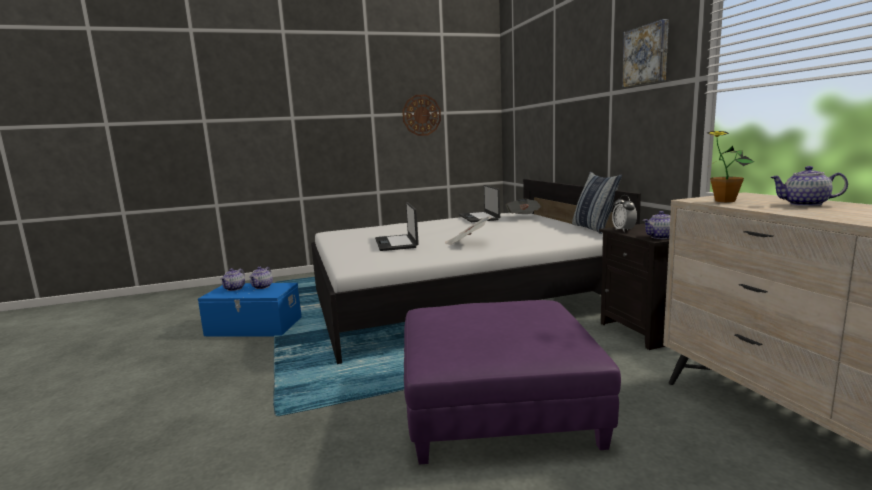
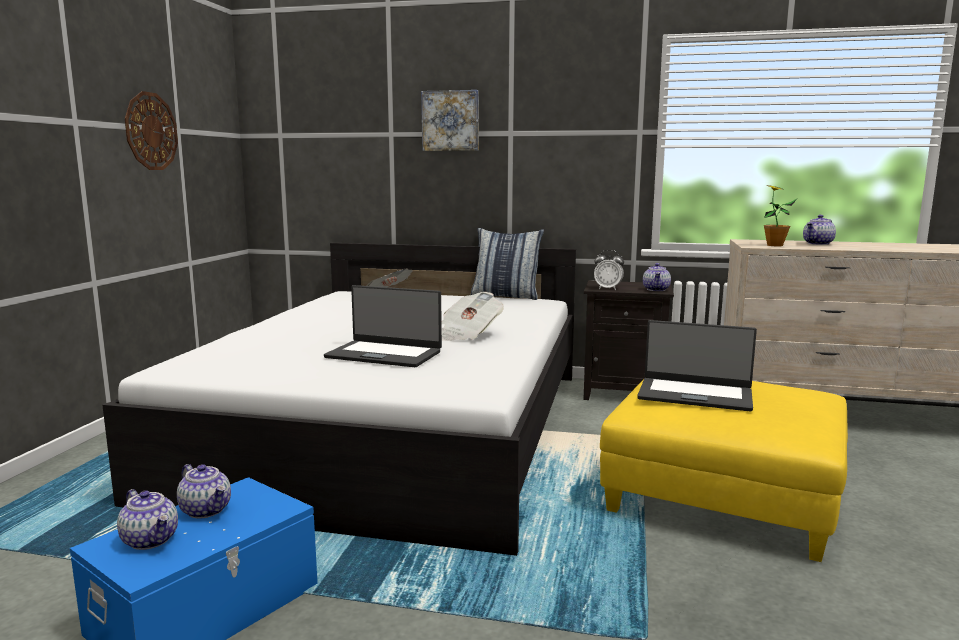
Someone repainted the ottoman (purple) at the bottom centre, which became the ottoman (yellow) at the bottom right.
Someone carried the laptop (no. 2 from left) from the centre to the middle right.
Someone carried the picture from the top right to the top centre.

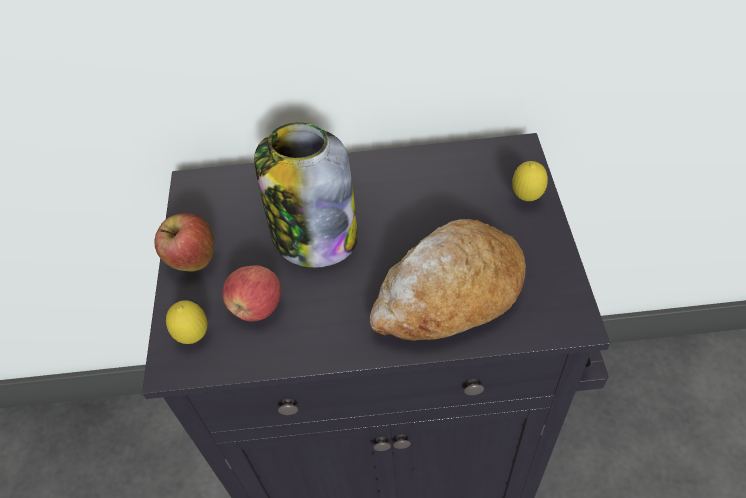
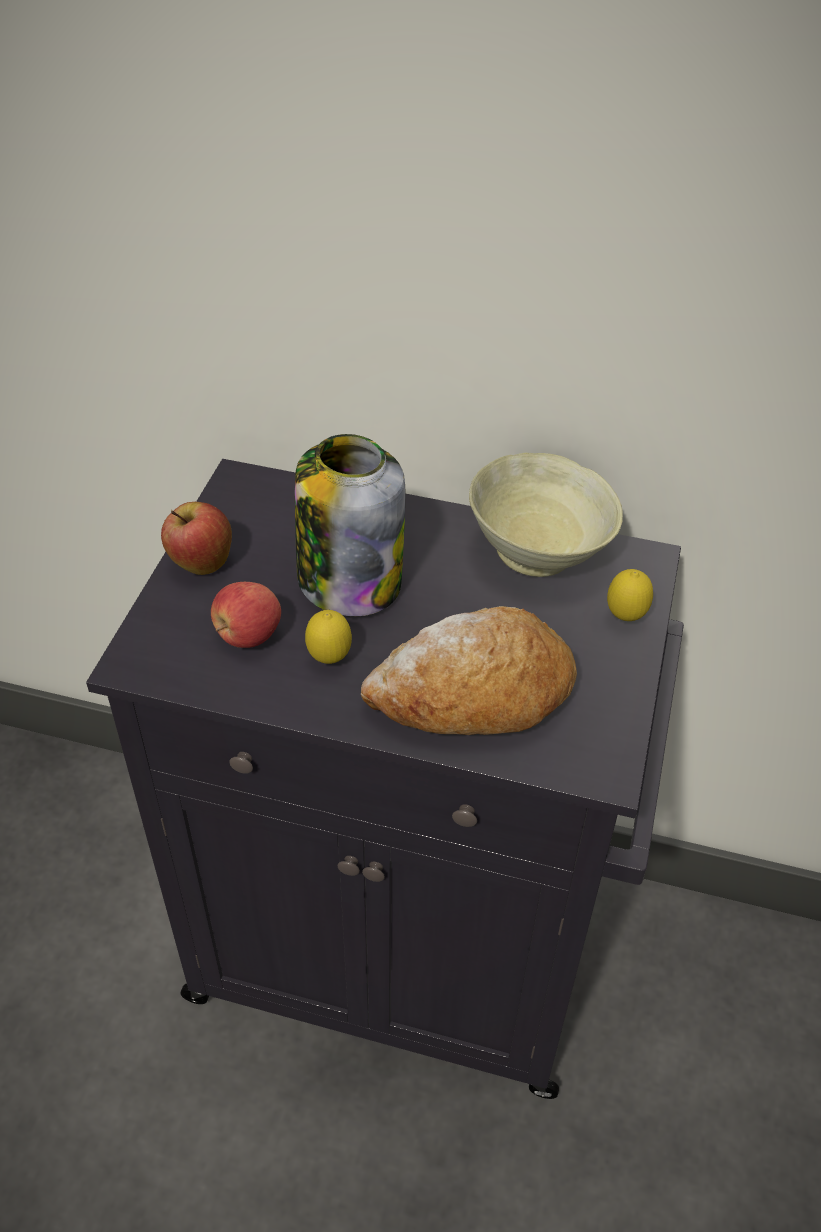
Someone carried the lemon (no. 1 from left) from the middle left to the centre.
Someone put down the bowl (beige) at the centre.

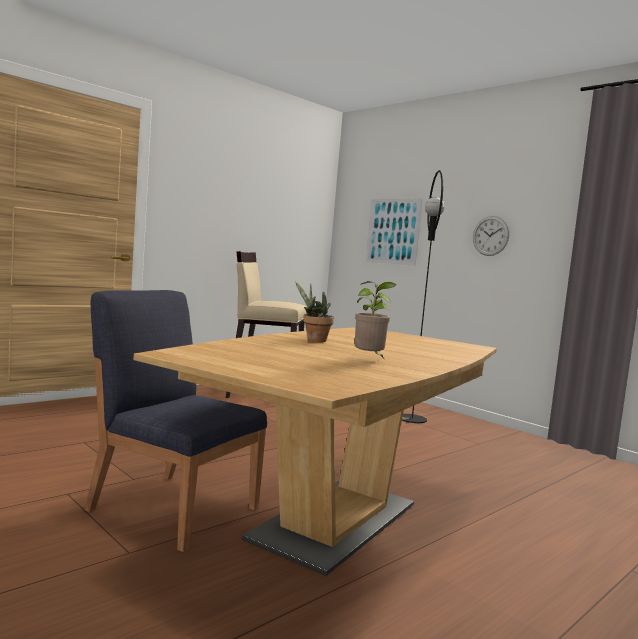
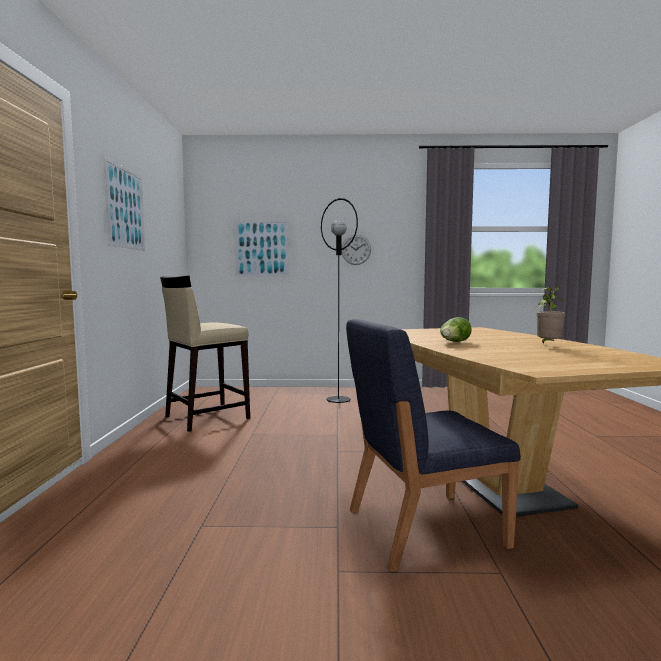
Someone swapped the potted plant (no. 1 from left) at the centre for the lettuce at the middle right.
Someone put up the picture (no. 1 from left) at the top left.

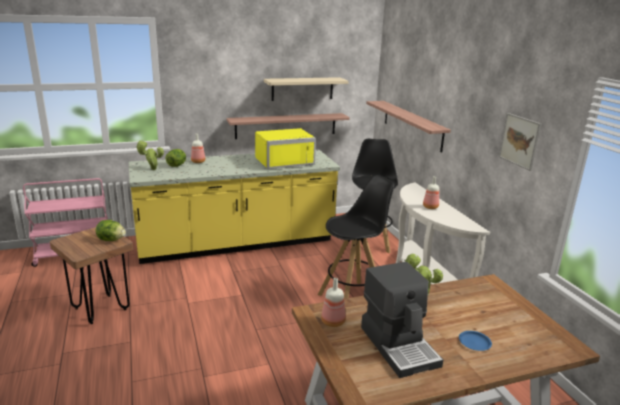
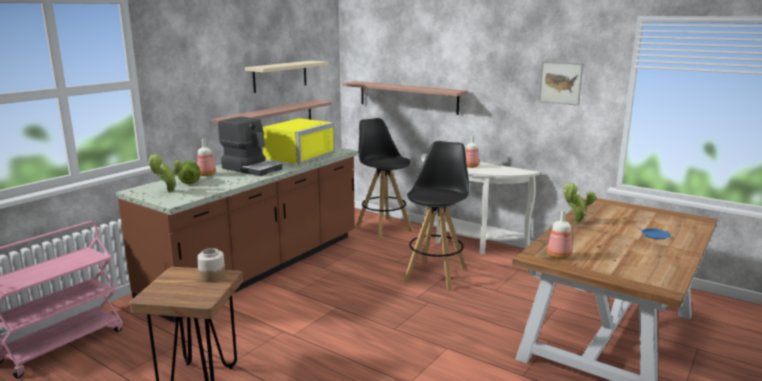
Someone swapped the lettuce (no. 1 from left) at the middle left for the jar at the bottom left.
Someone repainted the counter (yellow) at the centre, which became the counter (brown) at the middle left.
Someone carried the coffee machine from the bottom centre to the middle left.

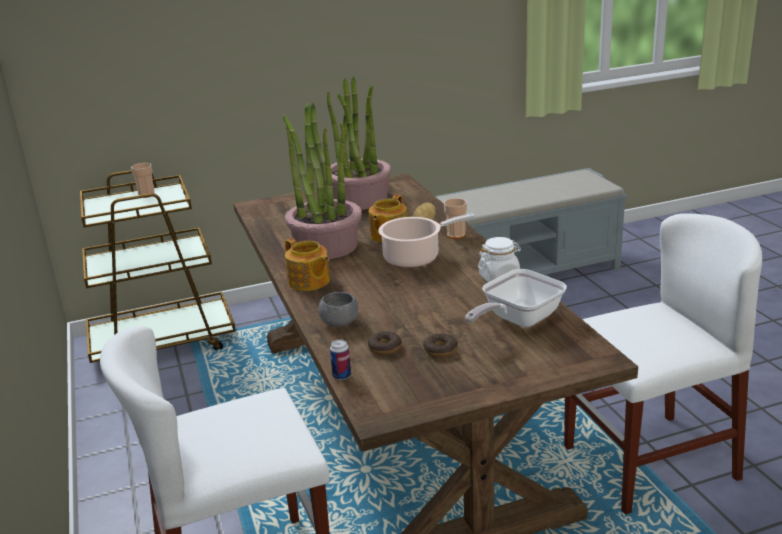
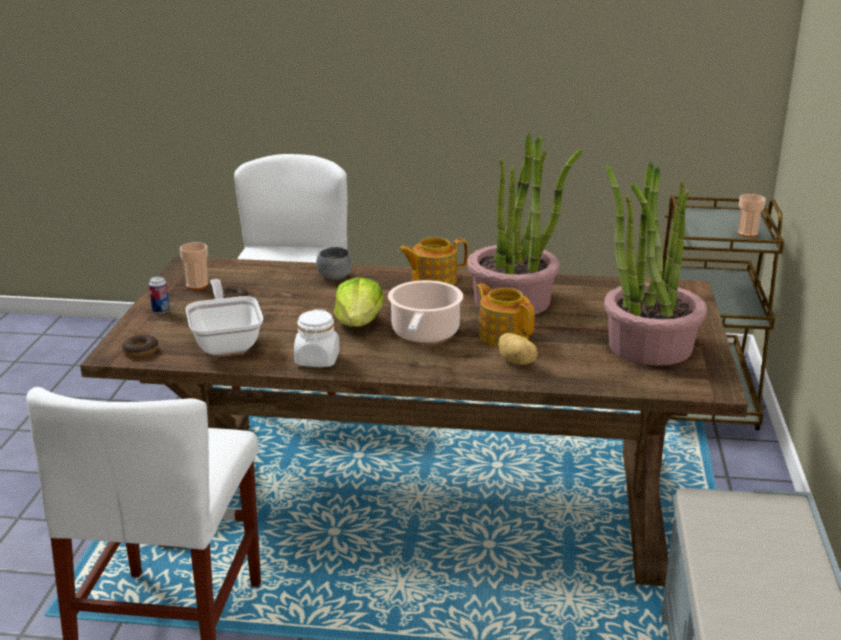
Someone carried the can from the bottom centre to the middle left.
Someone carried the donut (no. 1 from left) from the centre to the middle left.
Someone carried the cup (no. 2 from left in the first image) from the centre to the middle left.
Someone put down the lettuce at the centre.

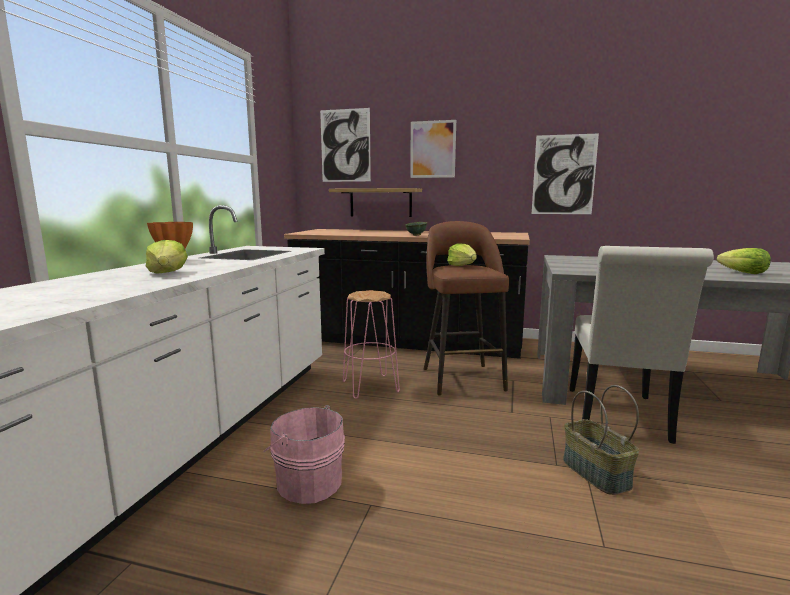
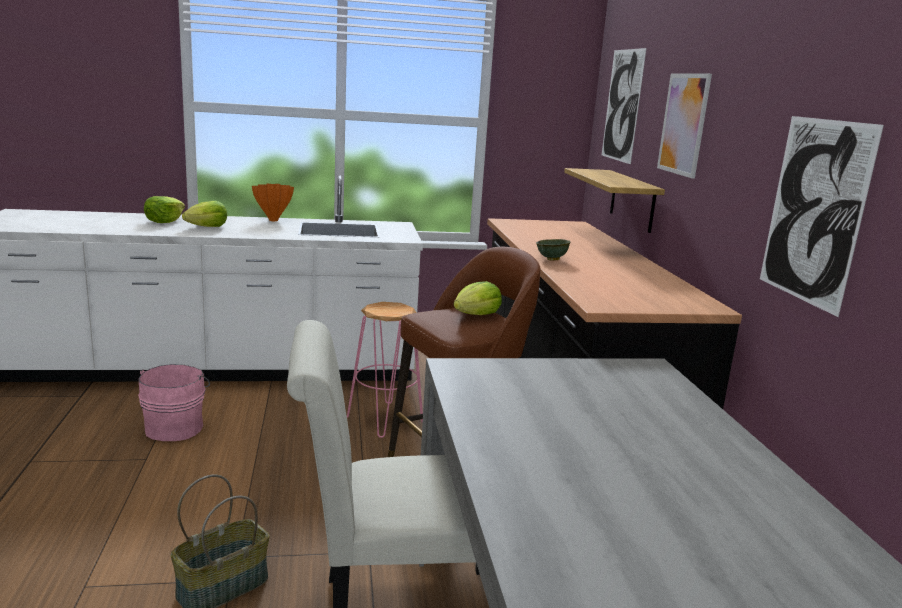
Someone carried the lettuce (no. 3 from left in the first image) from the middle right to the middle left.

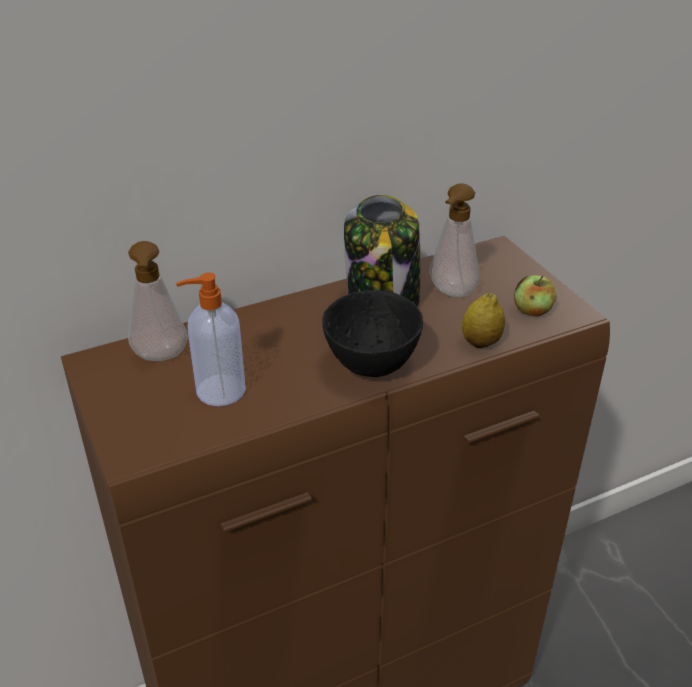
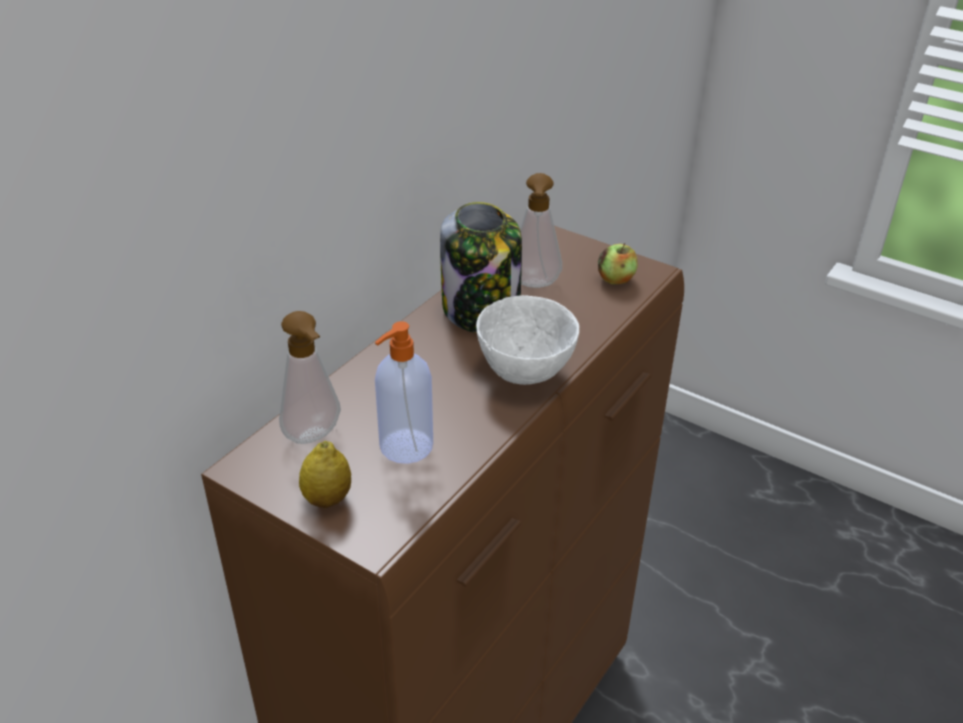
Someone repainted the bowl (black) at the centre, which became the bowl (white) at the centre.
Someone carried the lemon from the middle right to the centre.

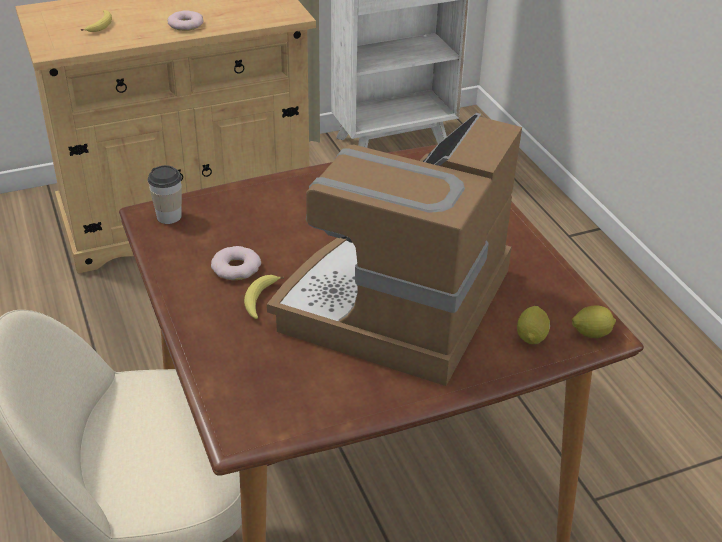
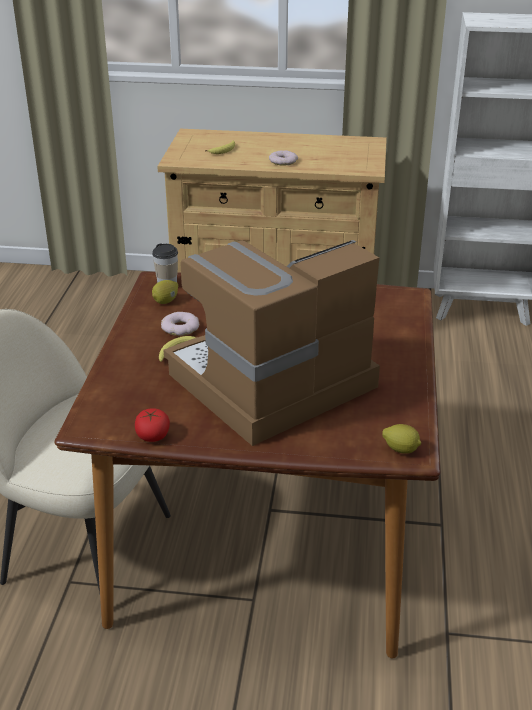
Someone carried the lemon (no. 1 from left) from the middle right to the middle left.
Someone put down the tomato at the middle left.

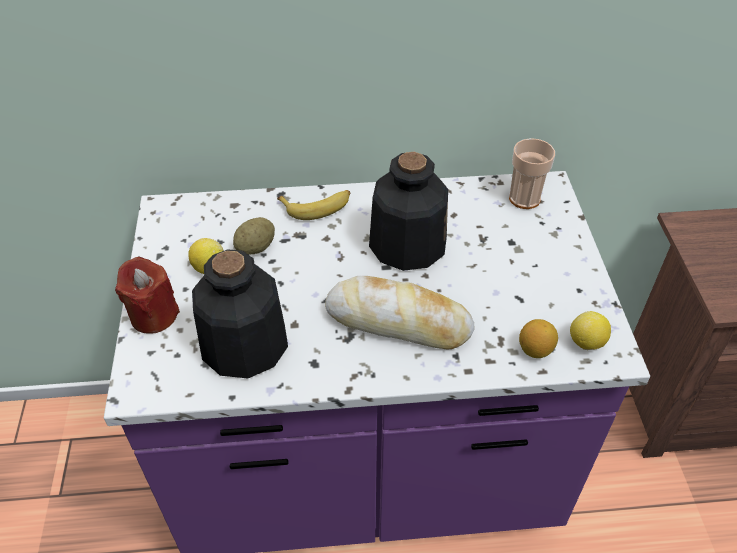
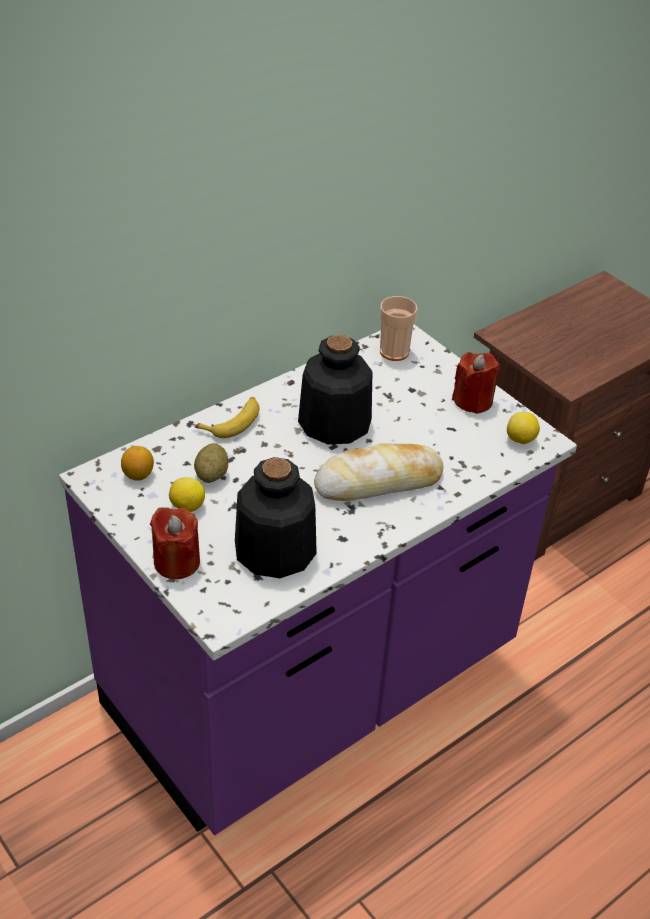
Someone carried the lemon (no. 2 from left in the first image) from the middle right to the middle left.
Someone put down the candle (red) (no. 2 from left) at the middle right.

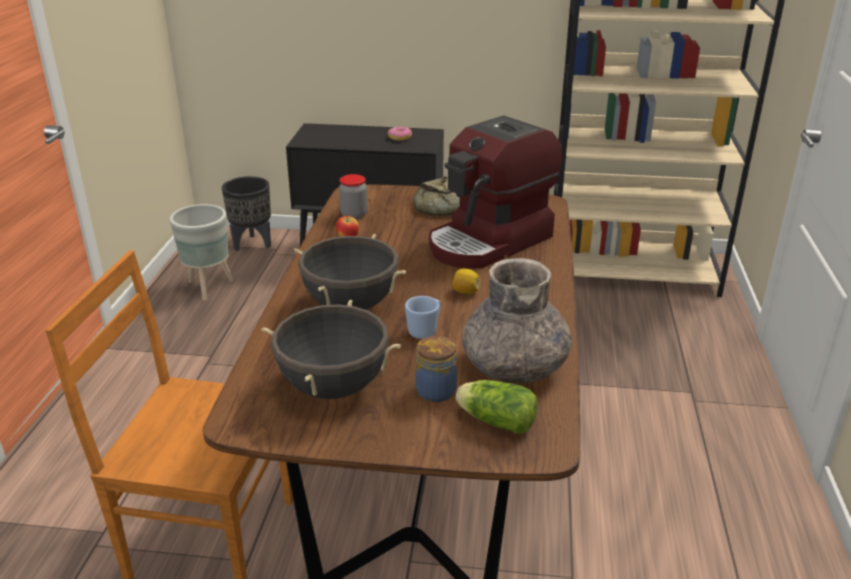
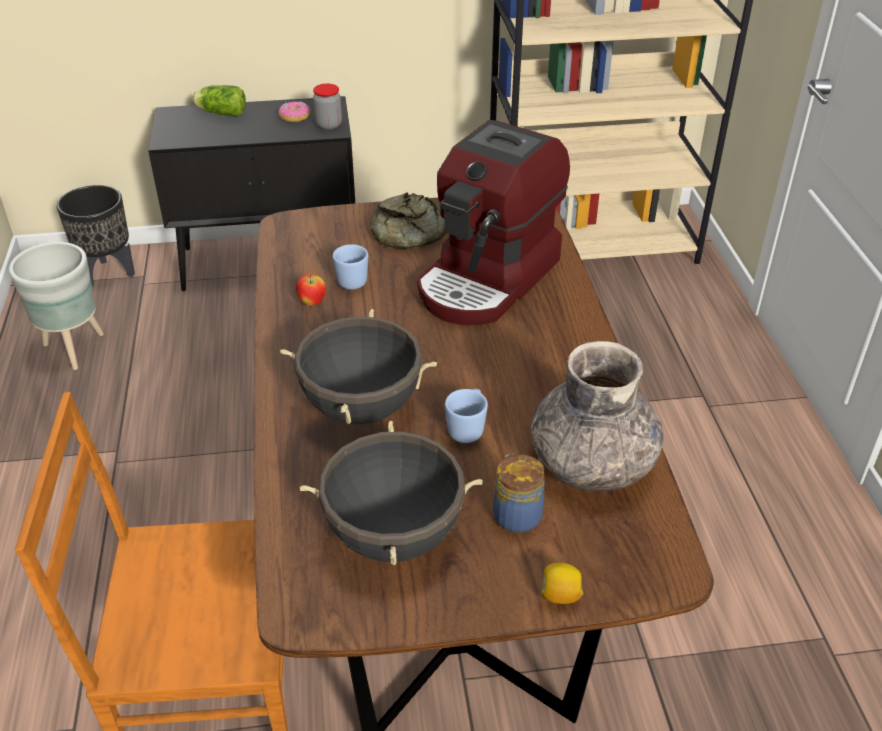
Someone carried the jar (no. 1 from left) from the centre to the top centre.
Someone carried the lemon from the centre to the bottom centre.
Someone carried the lettuce from the bottom centre to the top left.
Someone put down the mug (blue) (no. 1 from left) at the centre.

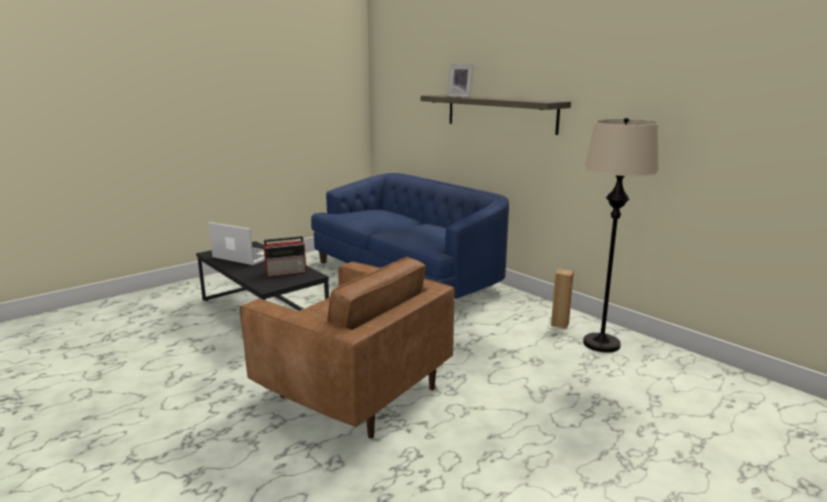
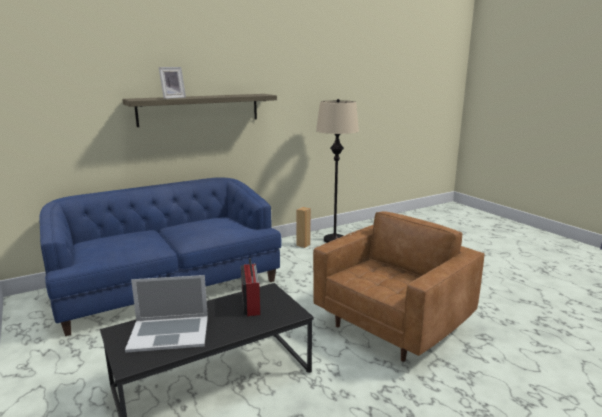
Someone rotated the laptop at the middle left by 135 degrees counterclockwise.

